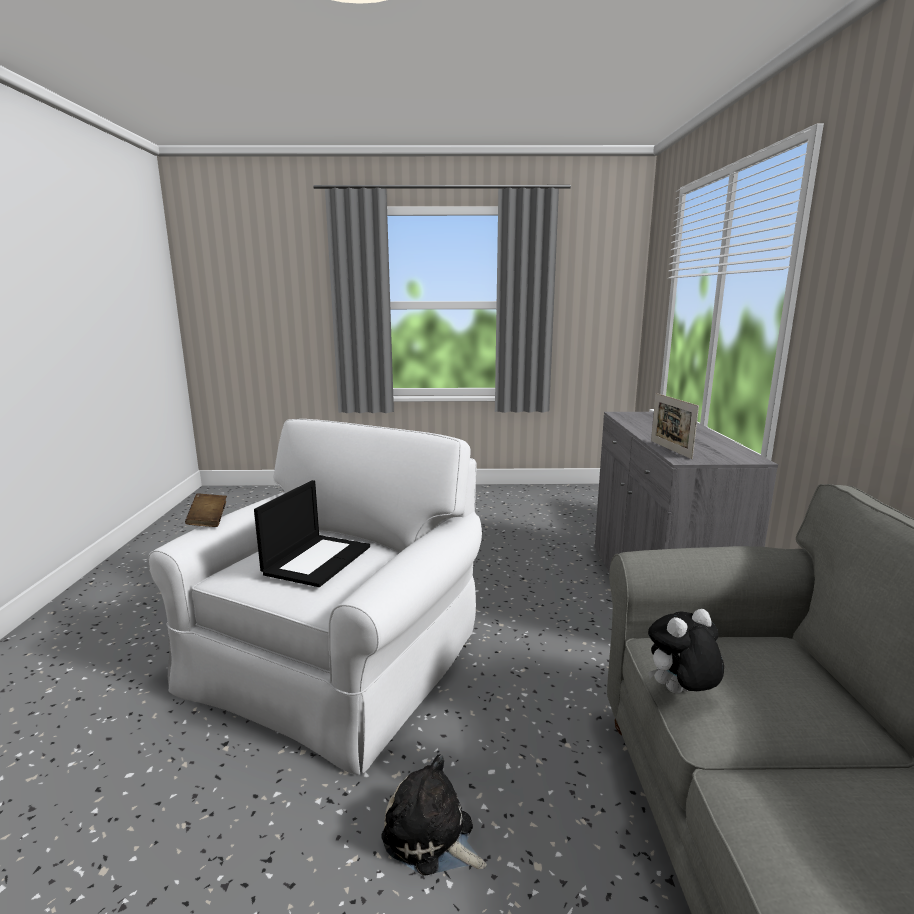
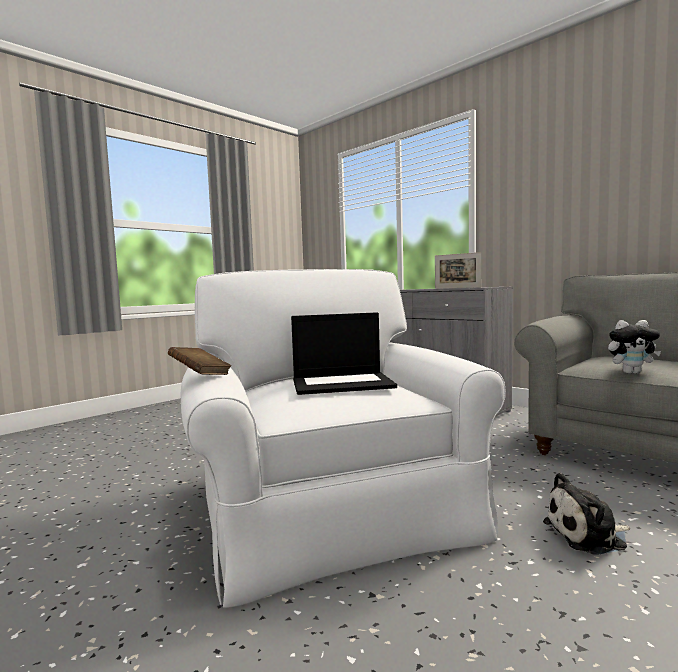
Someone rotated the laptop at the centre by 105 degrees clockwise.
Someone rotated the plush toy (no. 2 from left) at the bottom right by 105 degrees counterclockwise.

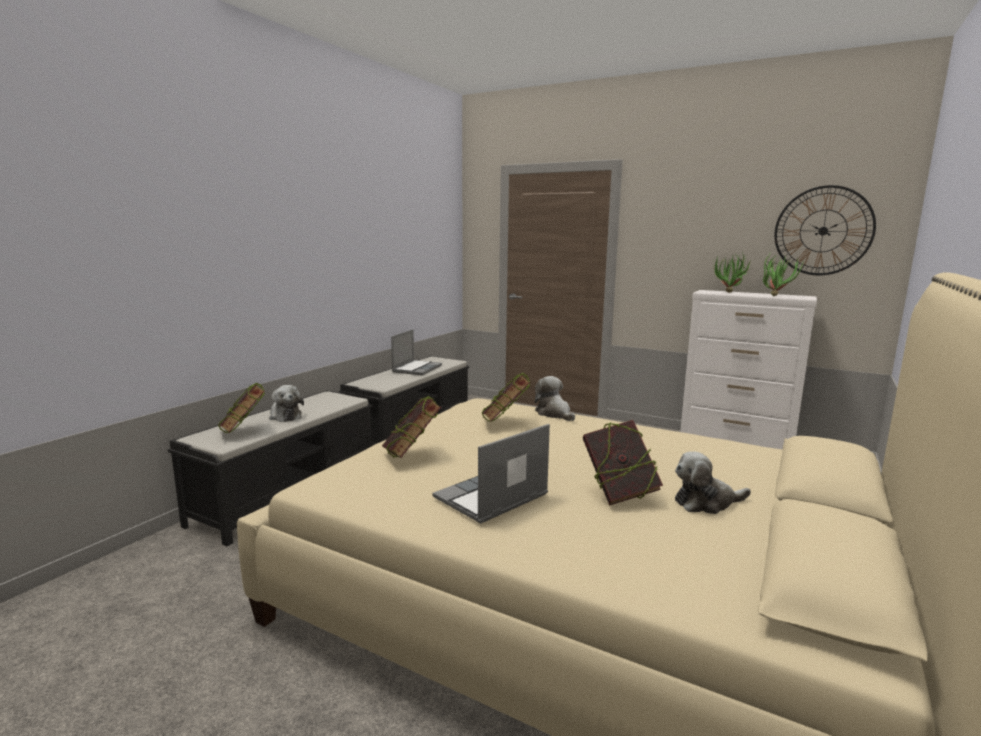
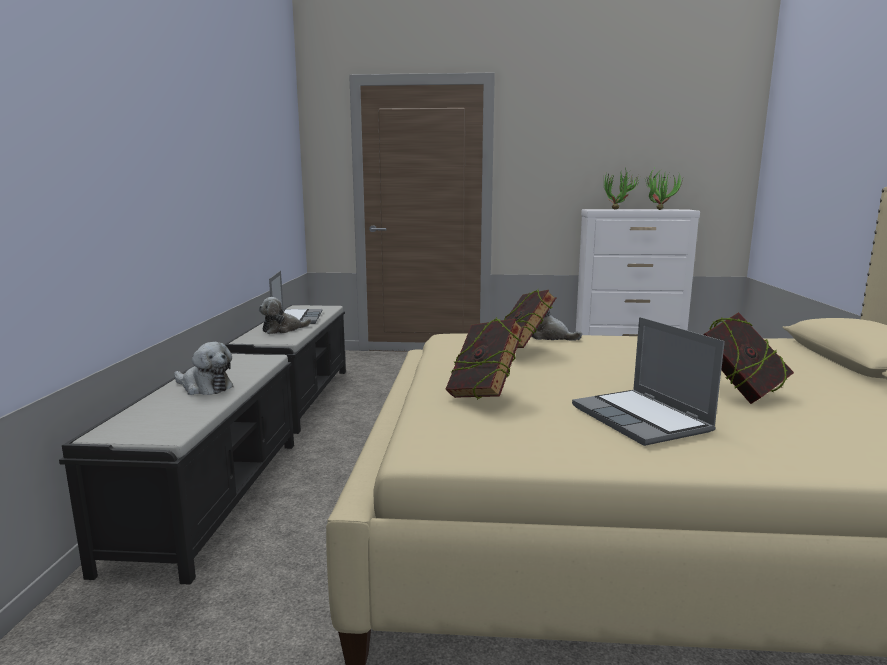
Someone took away the book (no. 1 from left) at the middle left.
Someone rotated the laptop (no. 2 from left) at the centre by 45 degrees counterclockwise.
Someone carried the plush toy (no. 3 from left in the first image) from the middle right to the middle left.
Someone took away the wall clock at the top right.

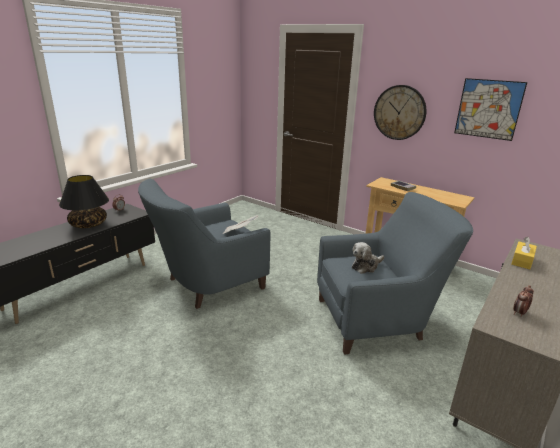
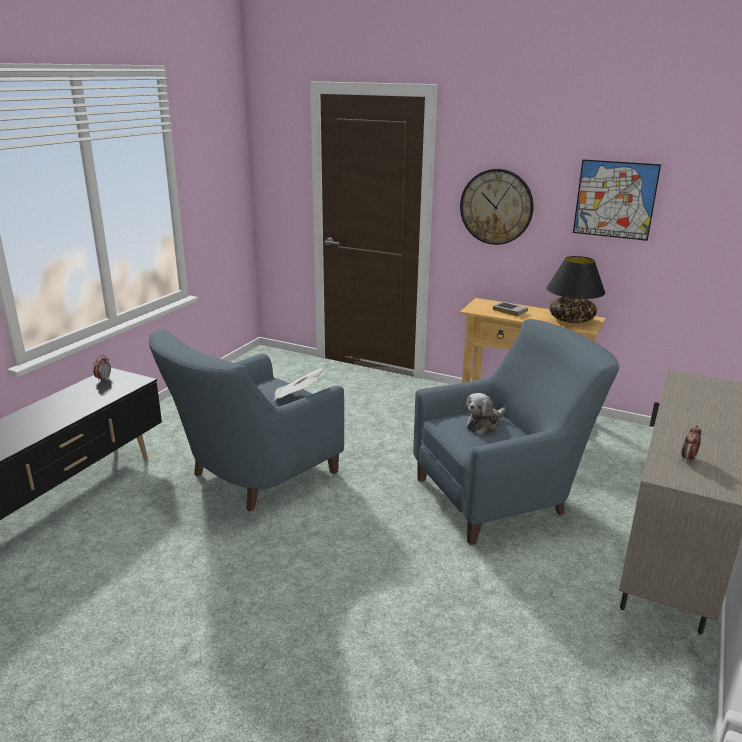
Someone carried the table lamp (black) from the middle left to the middle right.
Someone took away the tissue box (yellow) at the middle right.

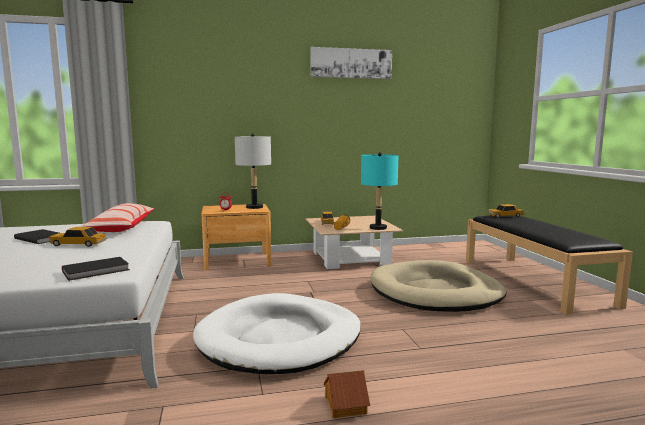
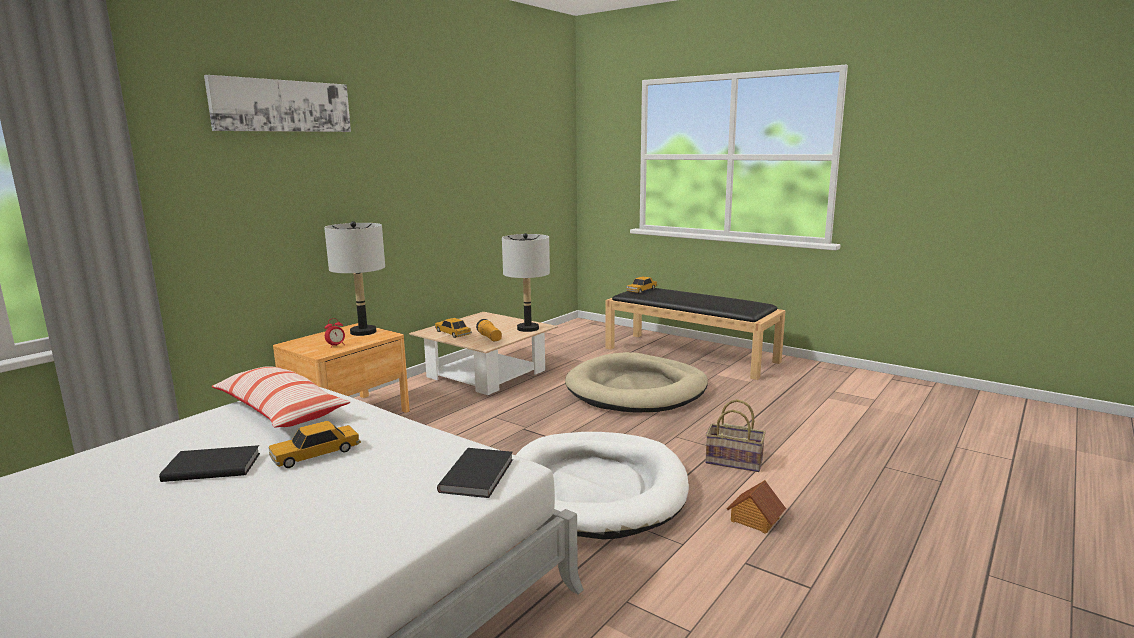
Someone carried the picture from the top centre to the top left.
Someone repainted the table lamp (turquoise) at the centre, which became the table lamp (grey) (no. 2 from left) at the centre.
Someone put down the basket at the bottom centre.

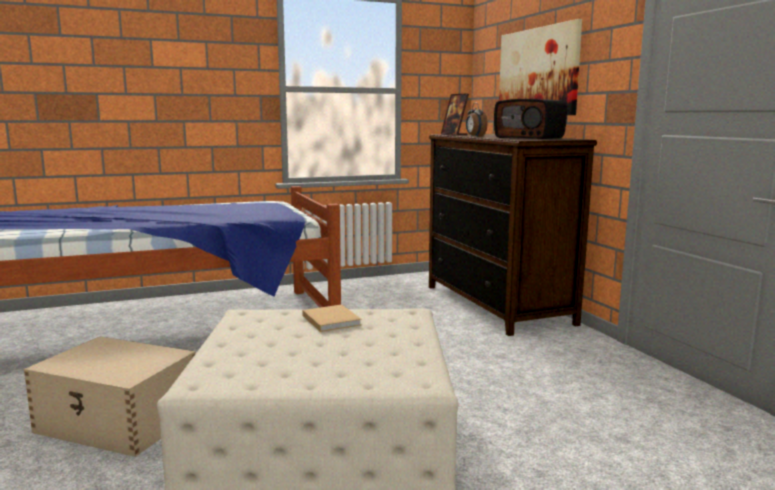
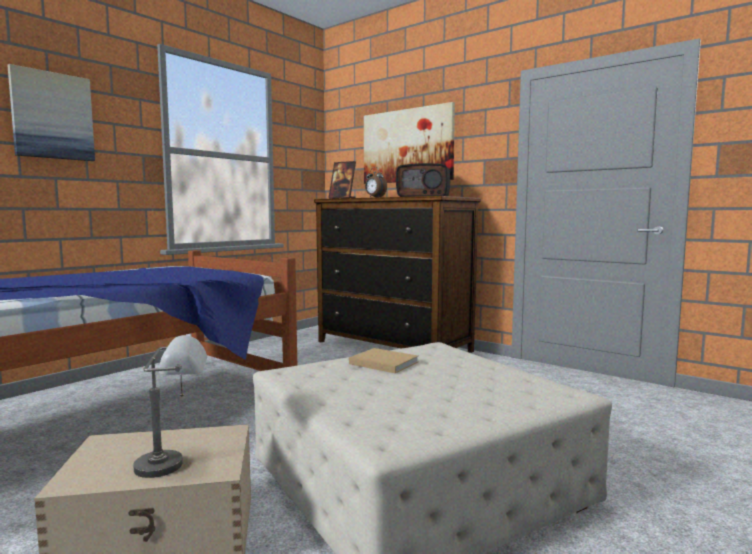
Someone put up the picture (no. 1 from left) at the top left.
Someone put down the table lamp (grey) at the bottom left.

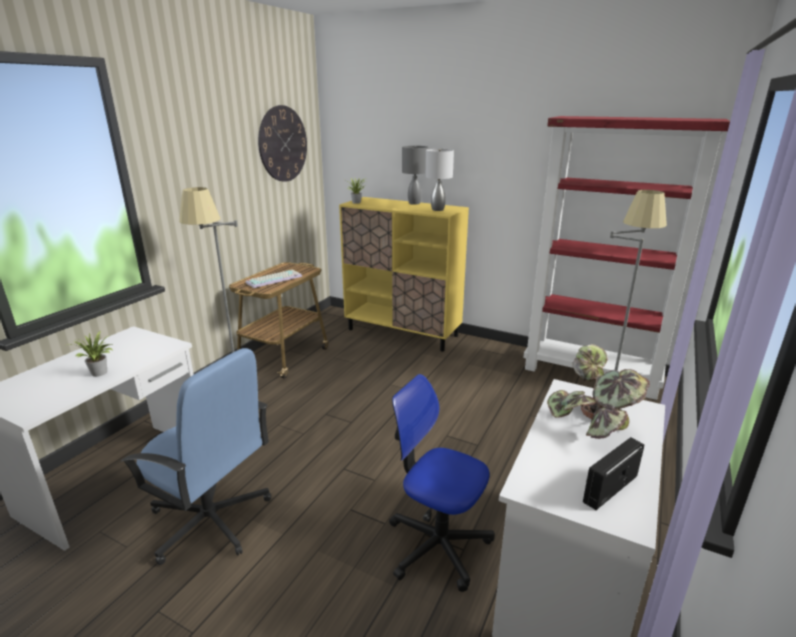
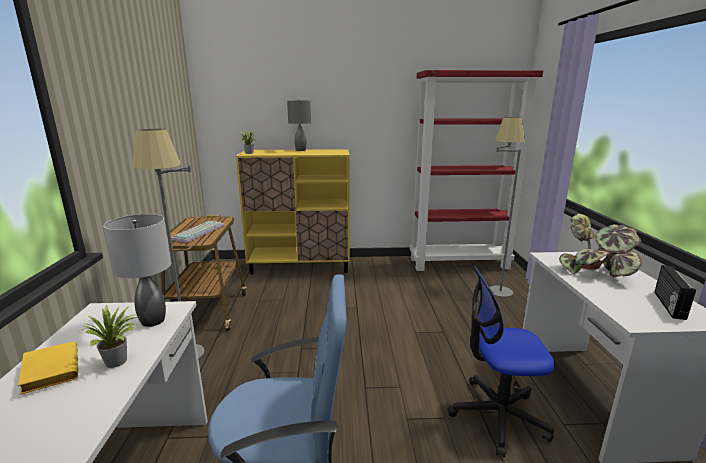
Someone took away the wall clock at the top centre.
Someone carried the table lamp (grey) (no. 2 from left in the first image) from the top centre to the middle left.
Someone put down the book (yellow) at the bottom left.

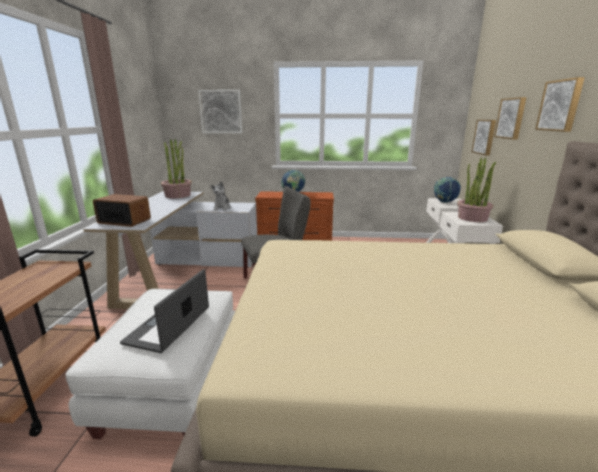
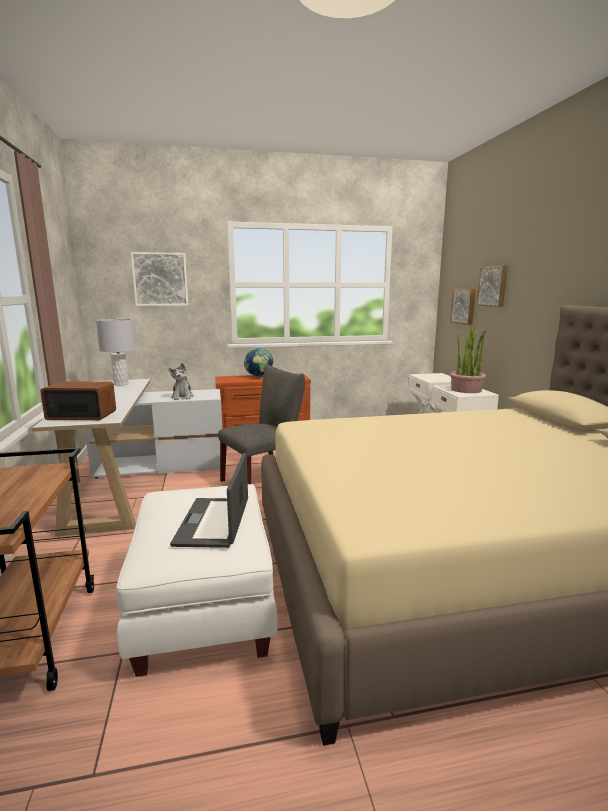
Someone swapped the potted plant (no. 1 from left) at the middle left for the table lamp (grey) at the middle left.
Someone took away the globe (no. 2 from left) at the middle right.
Someone took away the picture (no. 4 from left) at the top right.

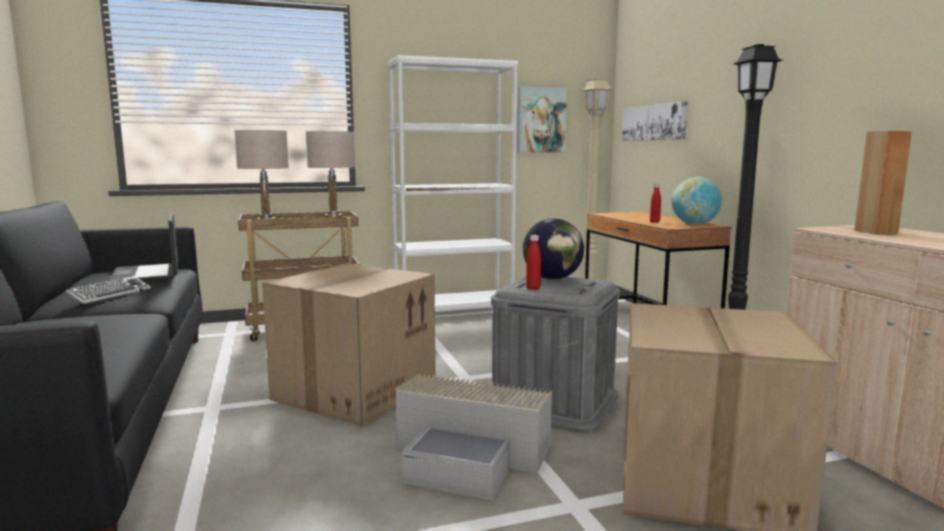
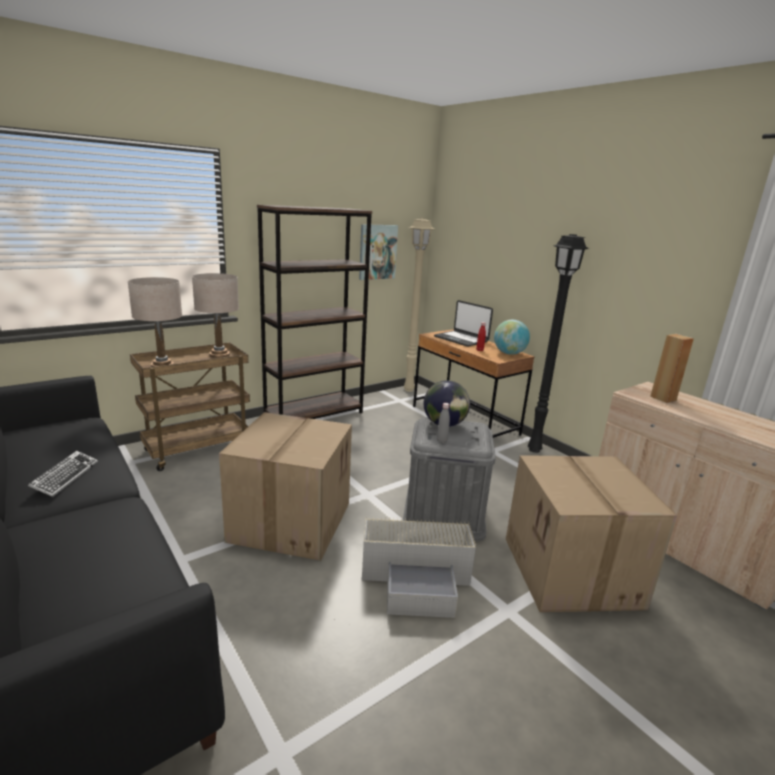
Someone carried the laptop from the middle left to the centre.
Someone repainted the bookcase (white) at the centre, which became the bookcase (brown) at the centre.
Someone repainted the bottle (red) (no. 1 from left) at the centre, which became the bottle (grey) at the centre.
Someone took away the picture (no. 2 from left) at the top right.

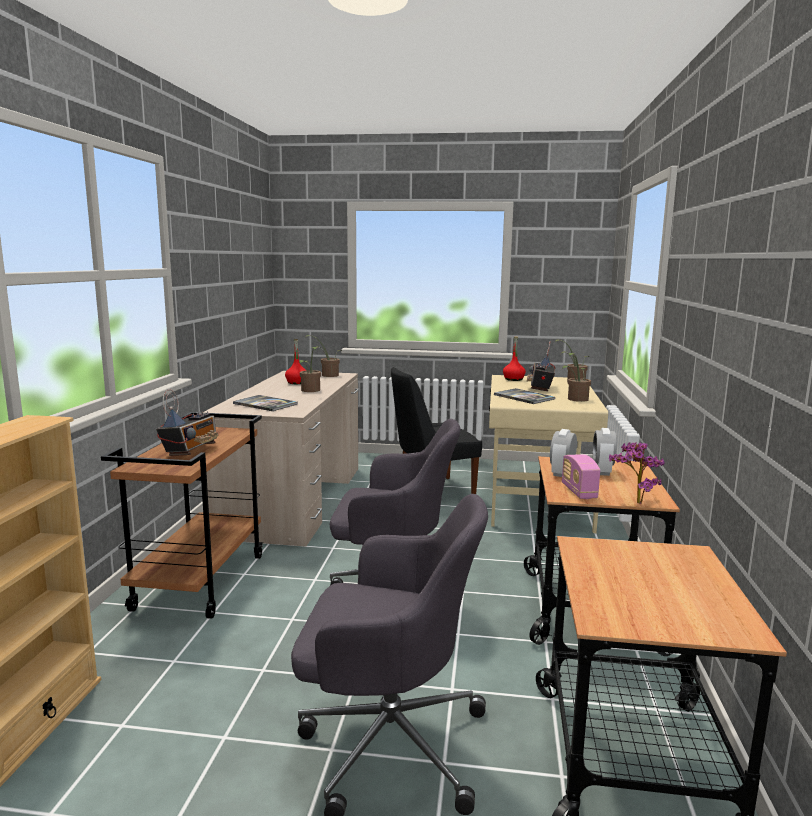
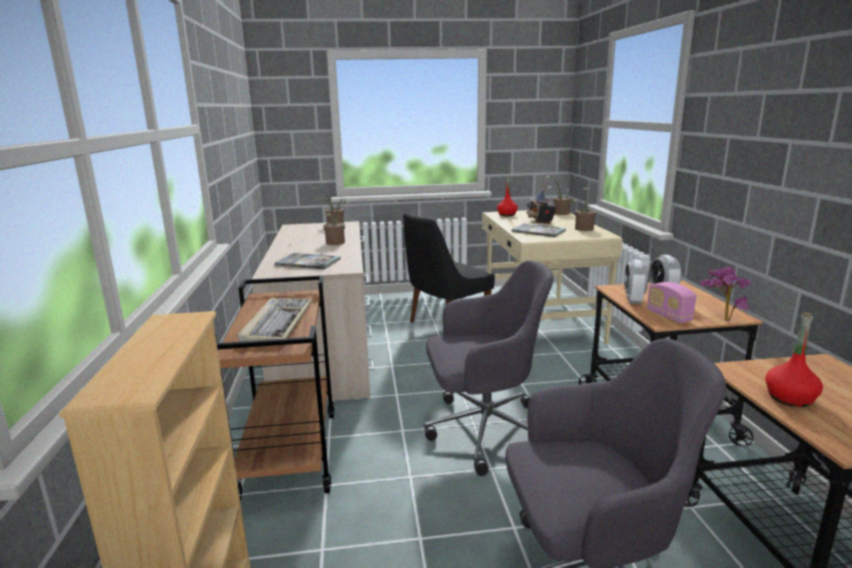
Someone swapped the radio (no. 1 from left) at the middle left for the keyboard at the middle left.
Someone carried the bottle (red) (no. 1 from left in the first image) from the centre to the middle right.

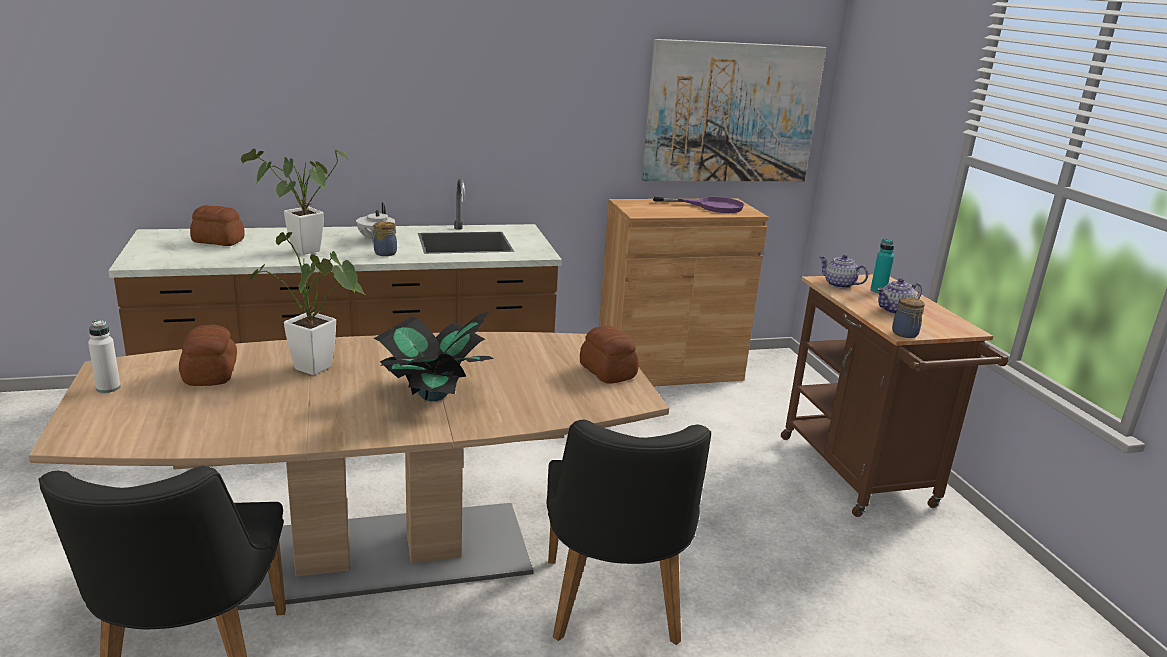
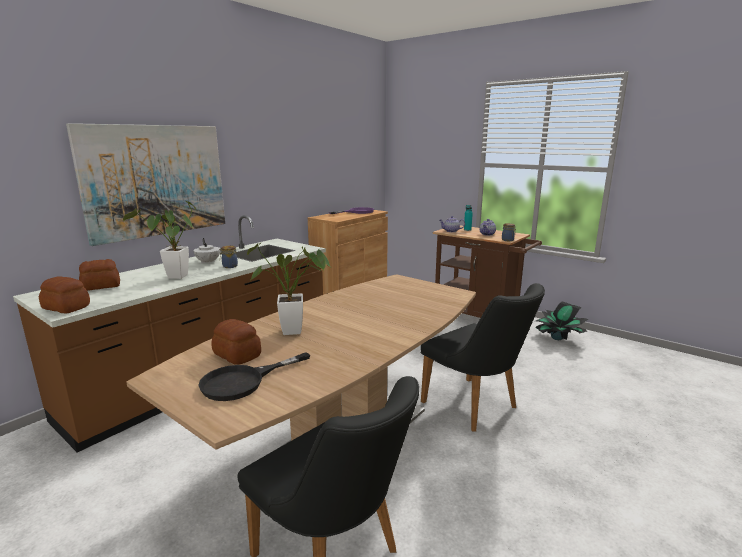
Someone took away the bottle (white) at the middle left.
Someone carried the potted plant (no. 3 from left) from the centre to the middle right.
Someone carried the bread (no. 3 from left in the first image) from the centre to the middle left.
Someone carried the picture from the top centre to the top left.
Someone put down the frying pan (black) at the bottom centre.

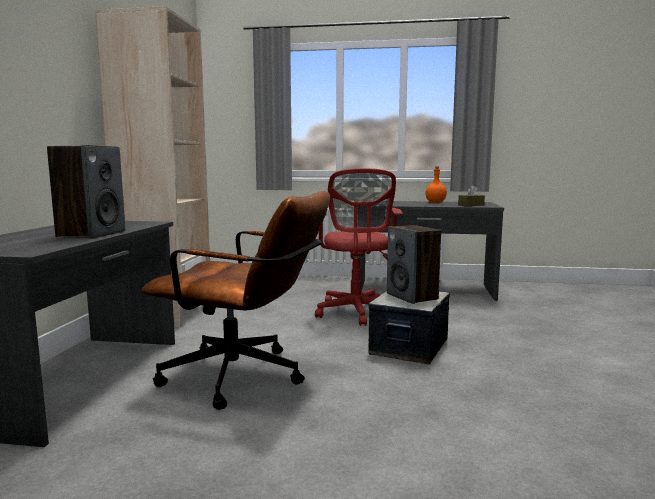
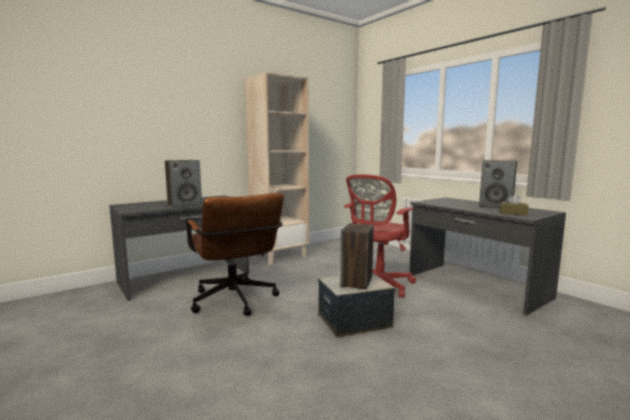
Someone swapped the bottle (orange) at the centre for the speaker (no. 3 from left) at the middle right.

